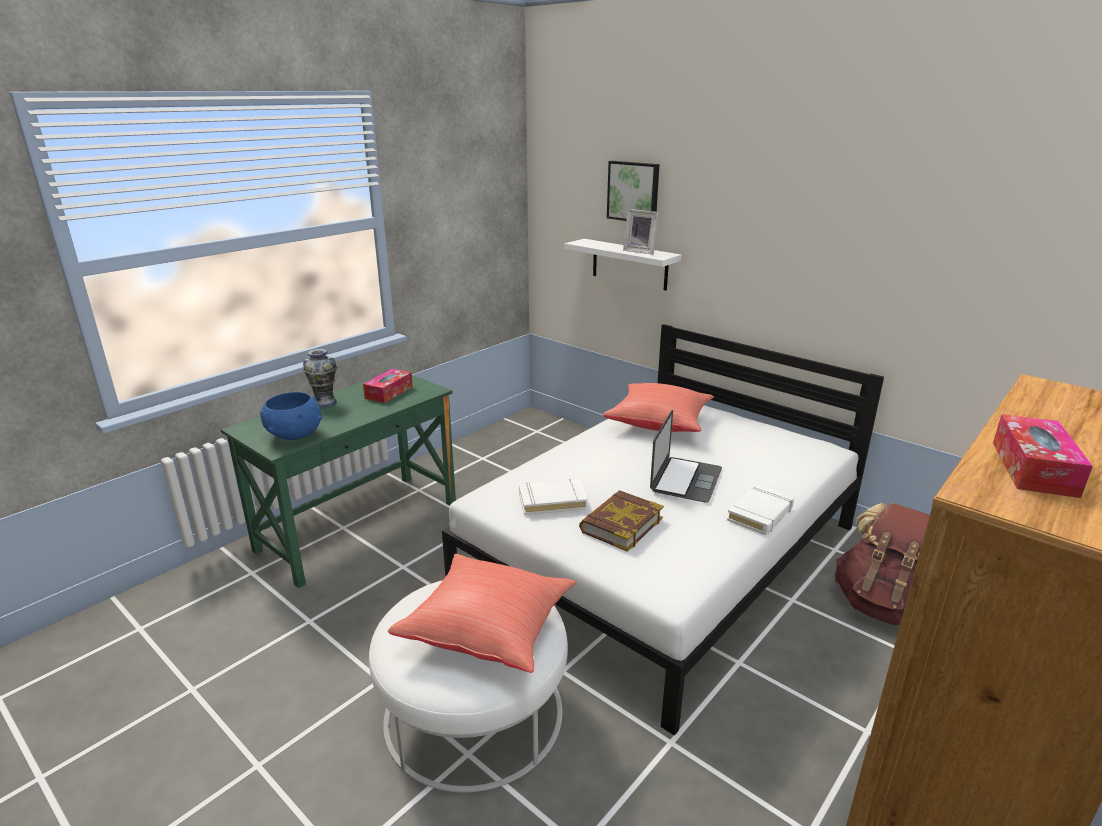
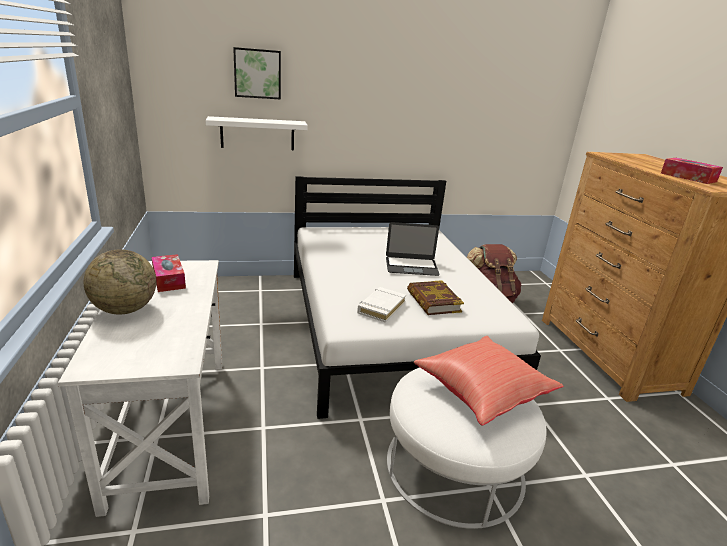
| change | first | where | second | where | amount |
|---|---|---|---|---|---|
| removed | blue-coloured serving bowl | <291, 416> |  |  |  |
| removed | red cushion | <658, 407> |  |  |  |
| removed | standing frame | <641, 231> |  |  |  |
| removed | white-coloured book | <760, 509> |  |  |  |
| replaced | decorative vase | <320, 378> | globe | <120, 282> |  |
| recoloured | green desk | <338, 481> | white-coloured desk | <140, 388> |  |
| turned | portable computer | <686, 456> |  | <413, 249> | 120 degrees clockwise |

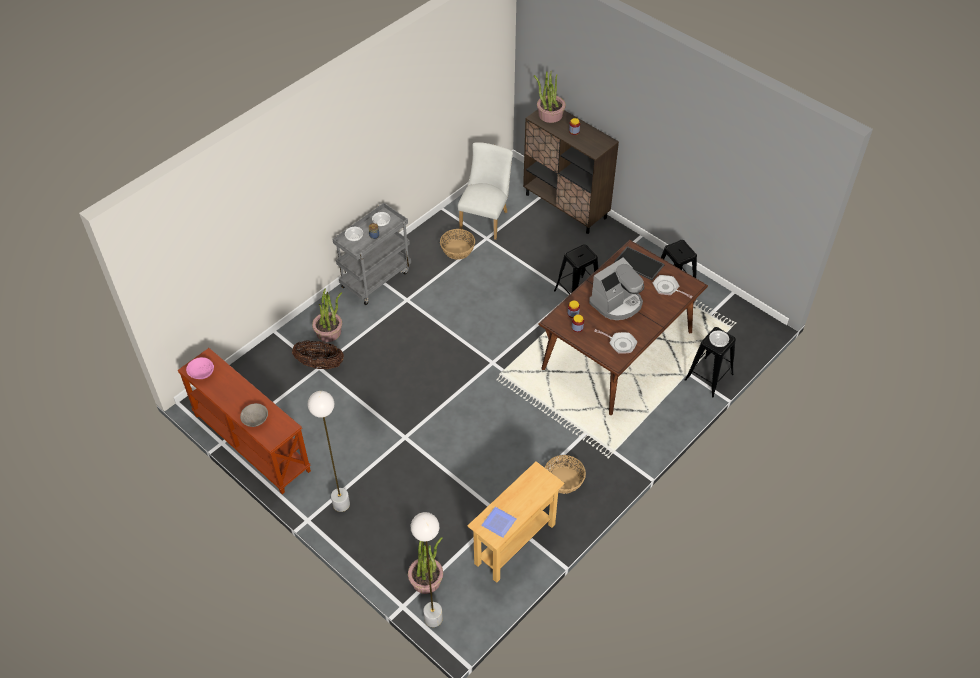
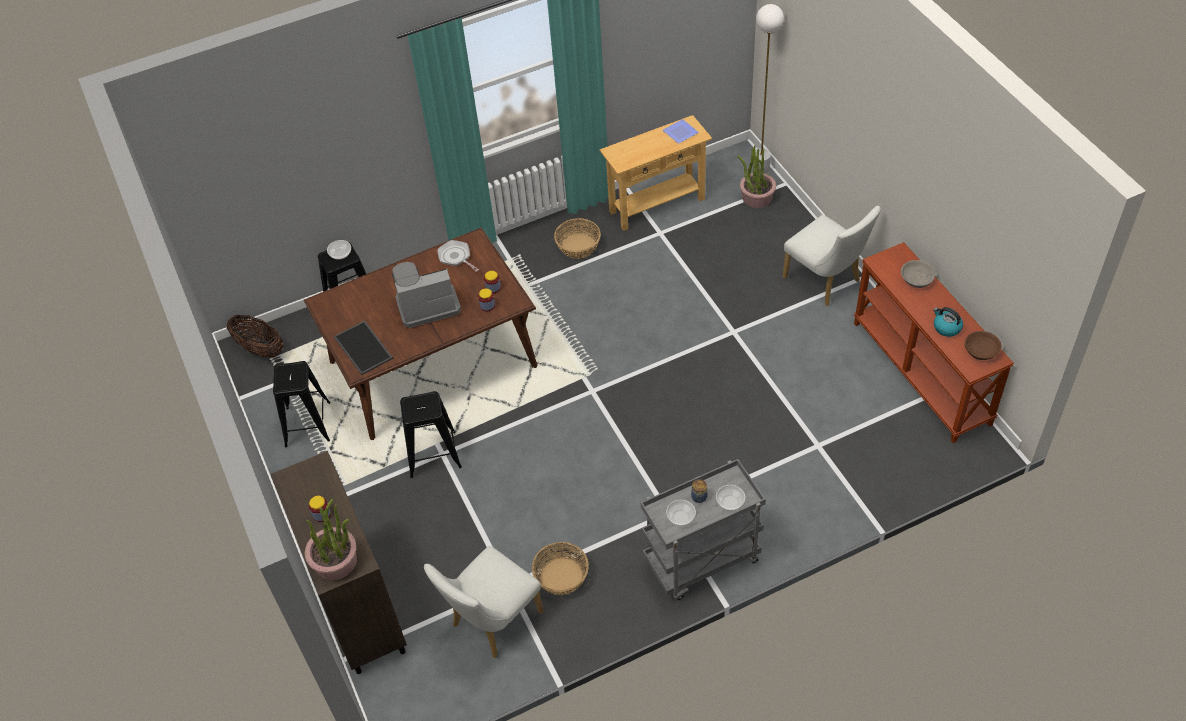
| change | first | where | second | where | amount |
|---|---|---|---|---|---|
| removed | houseplant | <327, 315> |  |  |  |
| removed | skillet | <673, 286> |  |  |  |
| added |  |  | tea kettle | <948, 322> |  |
| moved | household basket | <318, 354> |  | <255, 336> |  |
| replaced | white-coloured floor lamp | <328, 451> | white-coloured plain chair | <832, 256> |  |
| recoloured | pink serving bowl | <200, 368> | brown-coloured serving bowl | <983, 345> |  |

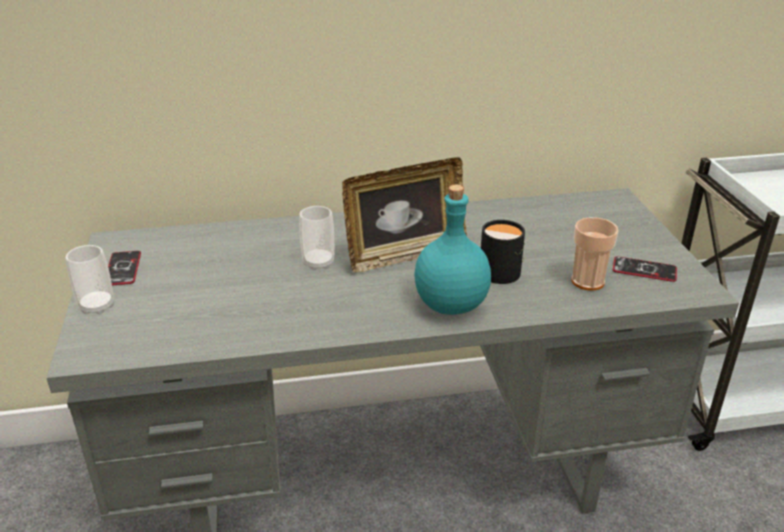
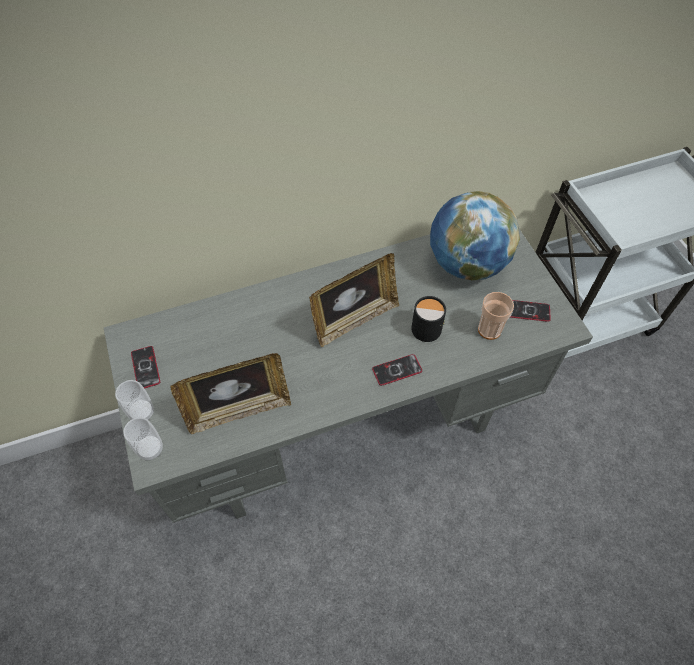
| change | first | where | second | where | amount |
|---|---|---|---|---|---|
| added |  |  | standing frame | <230, 393> |  |
| added |  |  | globe | <475, 235> |  |
| moved | drinking cup | <317, 238> |  | <143, 439> |  |
| replaced | turquoise-coloured bottle | <452, 250> | phone | <397, 370> |  |

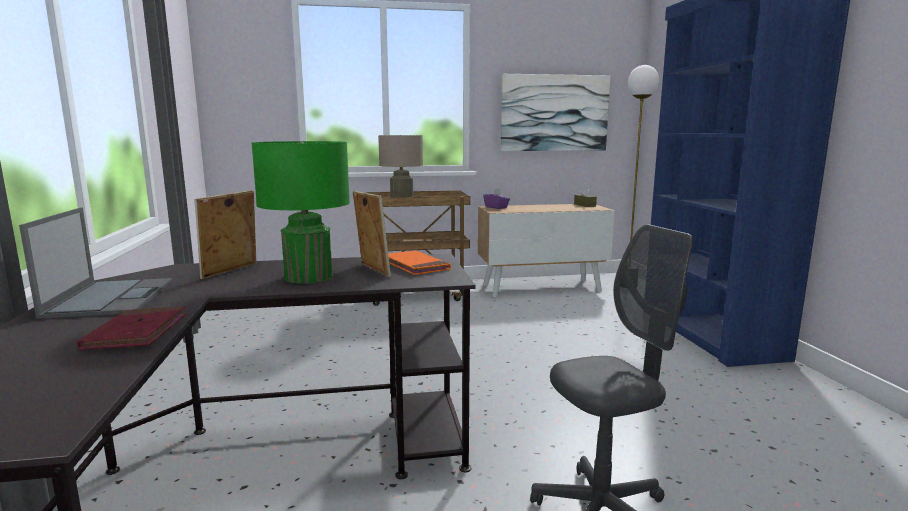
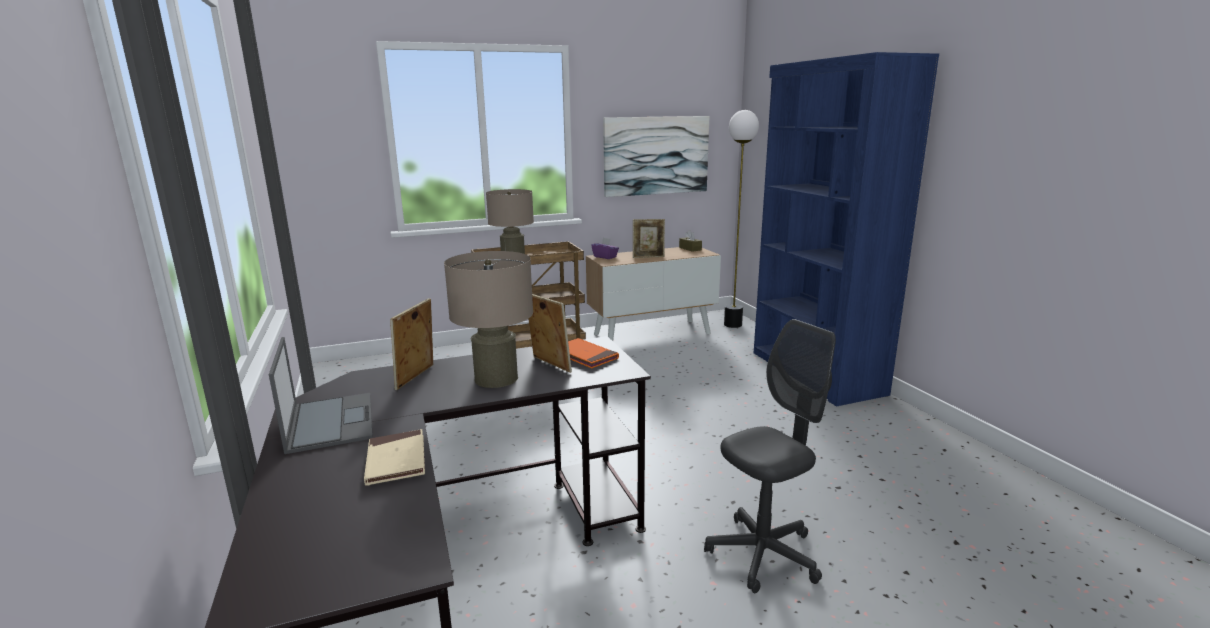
| change | first | where | second | where | amount |
|---|---|---|---|---|---|
| added |  |  | standing frame | <649, 238> |  |
| recoloured | red book | <132, 328> | beige book | <394, 457> |  |
| recoloured | green table lamp | <300, 212> | beige table lamp | <488, 319> |  |

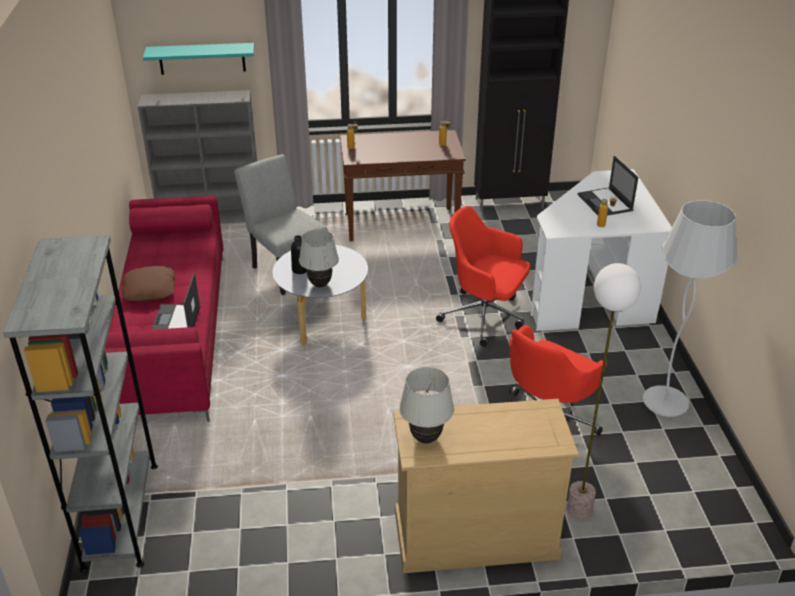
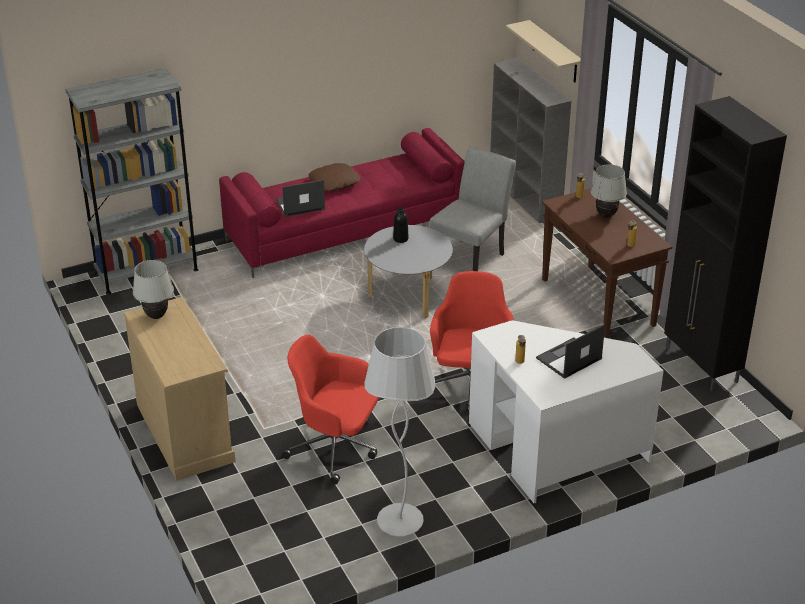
| change | first | where | second | where | amount |
|---|---|---|---|---|---|
| removed | floor lamp | <604, 391> |  |  |  |
| moved | white-coloured table lamp | <319, 258> |  | <608, 191> |  |
| recoloured | turquoise-coloured wall shelf | <198, 59> | beige wall shelf | <543, 51> |  |

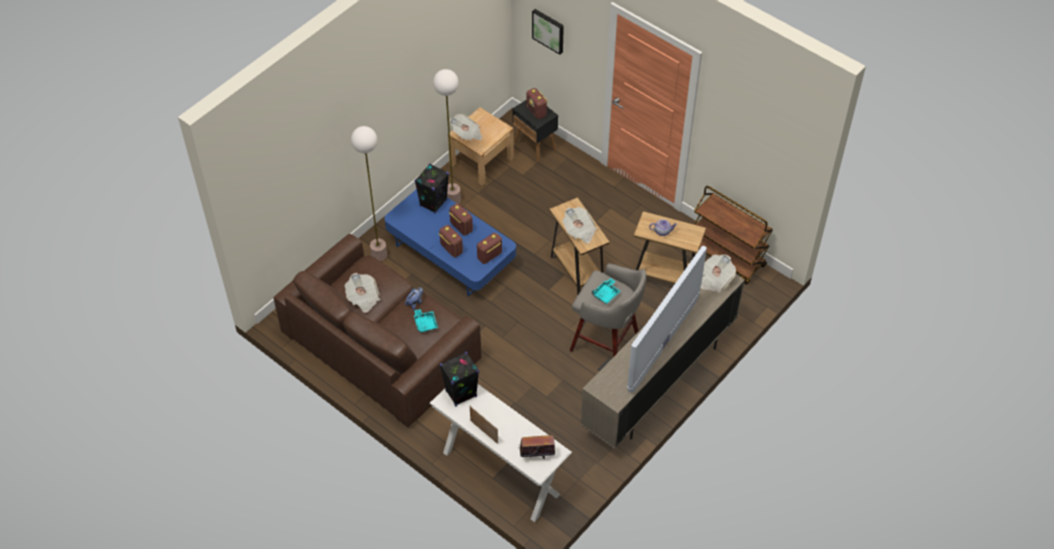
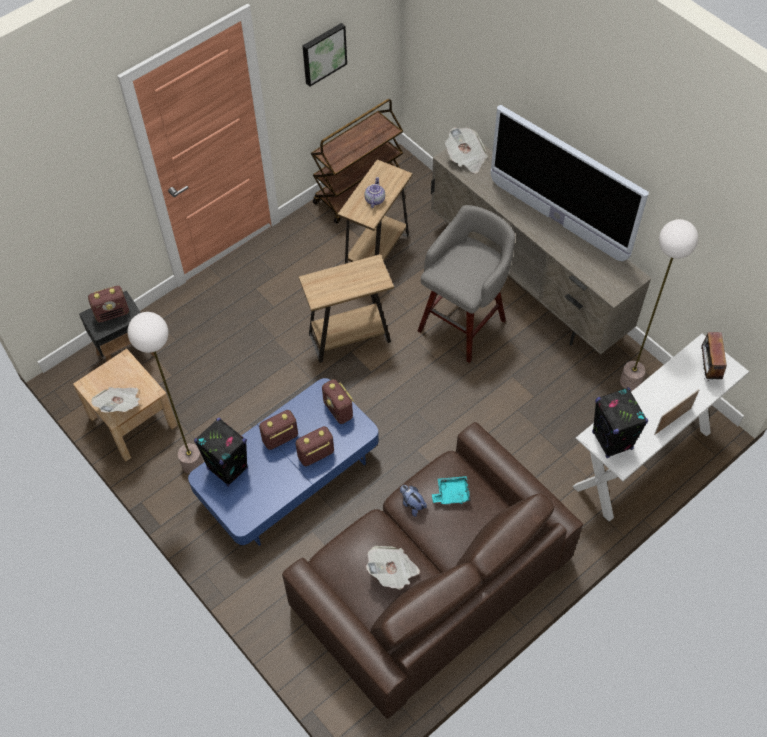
| change | first | where | second | where | amount |
|---|---|---|---|---|---|
| removed | daily paper | <580, 225> |  |  |  |
| removed | turquoise-coloured tray | <606, 291> |  |  |  |
| moved | floor lamp | <369, 193> |  | <659, 305> |  |
| moved | picture | <548, 32> |  | <325, 55> |  |

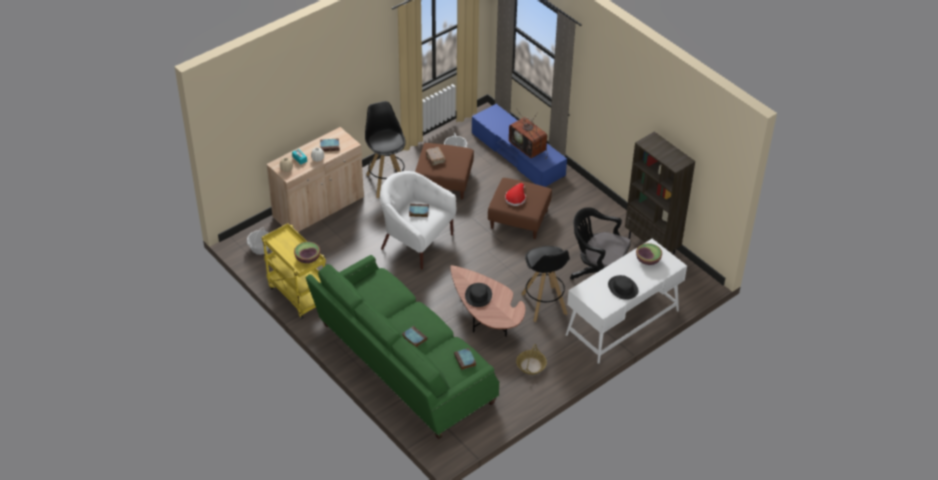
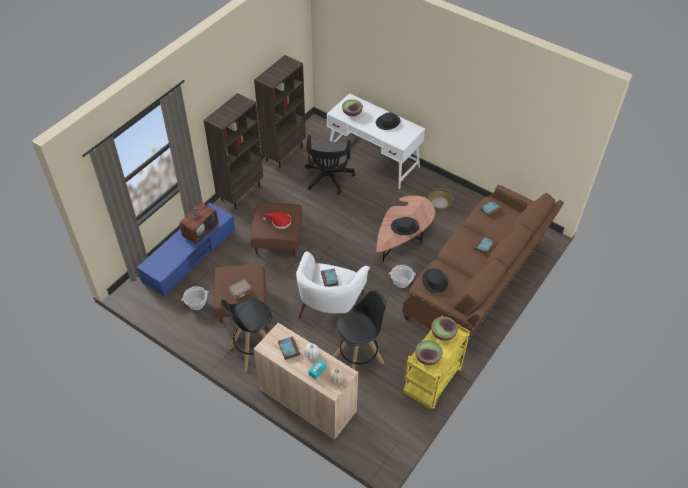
| change | first | where | second | where | amount |
|---|---|---|---|---|---|
| added |  |  | brown-coloured bookshelf | <233, 151> |  |
| added |  |  | serving bowl | <429, 352> |  |
| added |  |  | blackish hat | <435, 281> |  |
| moved | household basket | <258, 241> |  | <402, 276> |  |
| moved | blackish sitting stool | <545, 284> |  | <359, 330> |  |
| recoloured | green couch | <402, 347> | brown-coloured couch | <483, 265> |  |

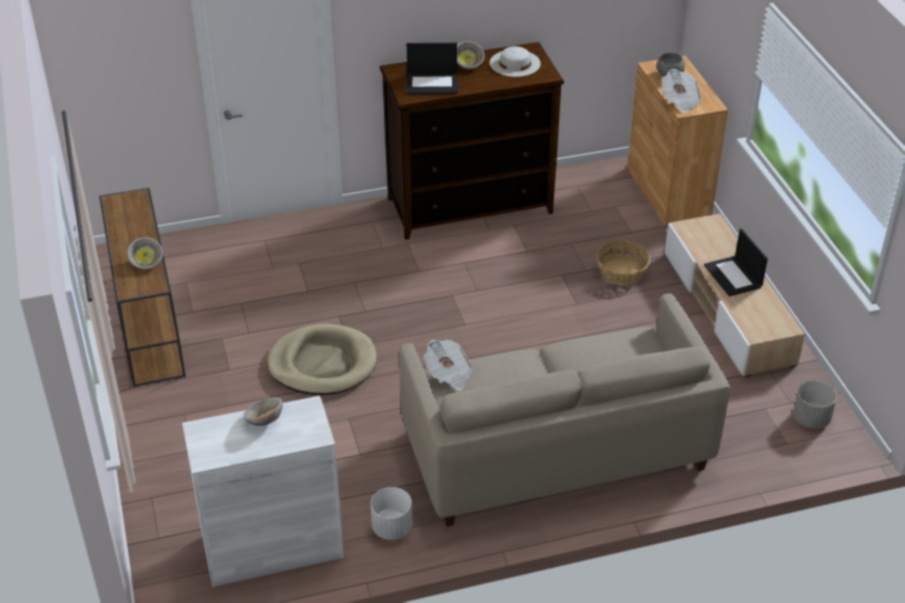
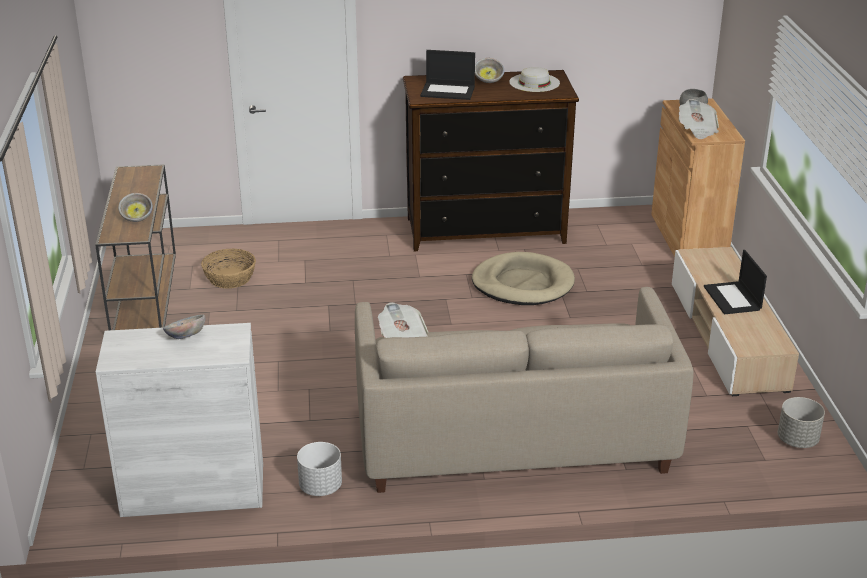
| change | first | where | second | where | amount |
|---|---|---|---|---|---|
| moved | beige pet bed | <322, 359> |  | <523, 278> |  |
| moved | household basket | <623, 262> |  | <228, 269> |  |

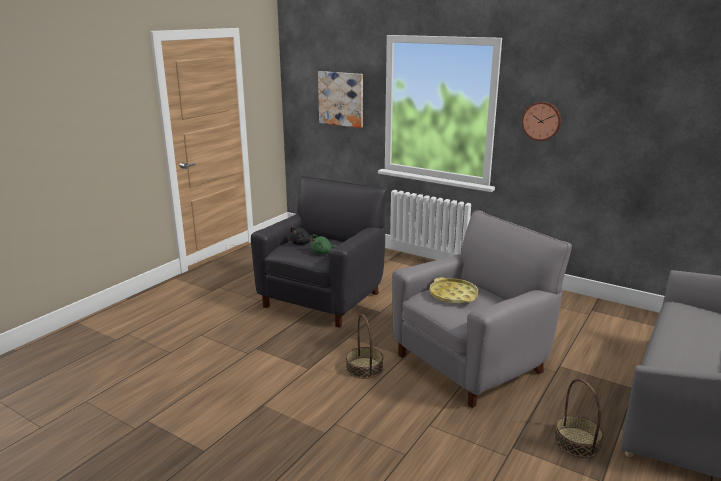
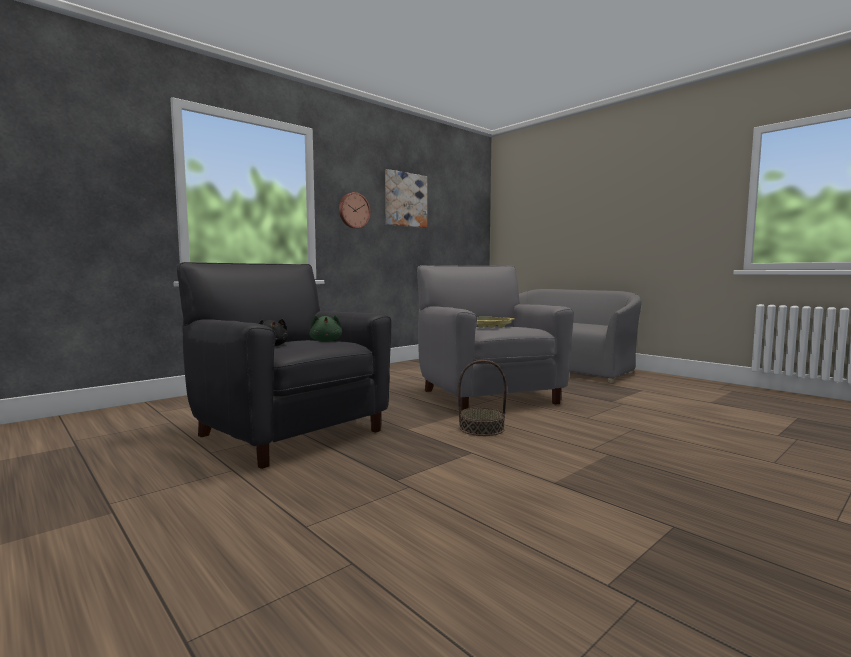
| change | first | where | second | where | amount |
|---|---|---|---|---|---|
| removed | household basket | <579, 418> |  |  |  |
| moved | picture | <340, 99> |  | <406, 198> |  |

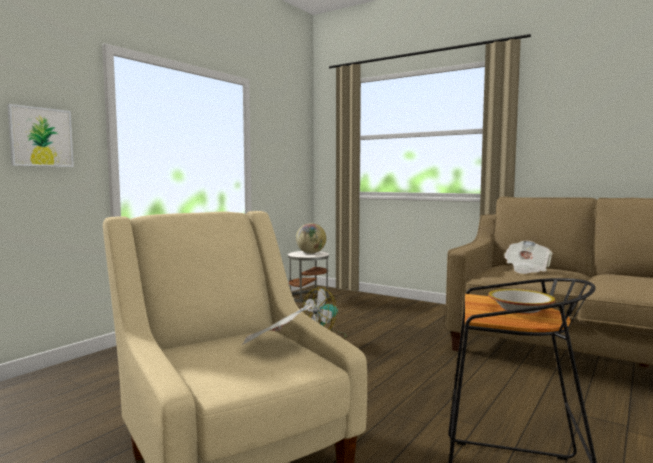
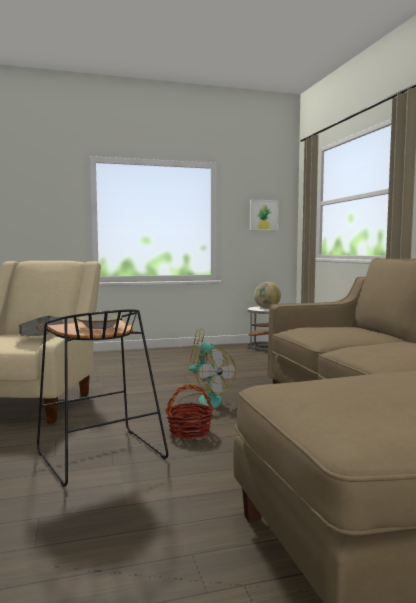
| change | first | where | second | where | amount |
|---|---|---|---|---|---|
| removed | daily paper | <528, 257> |  |  |  |
| added |  |  | household basket | <189, 411> |  |
| added |  |  | fan | <207, 378> |  |
| moved | picture | <40, 135> |  | <264, 215> |  |

